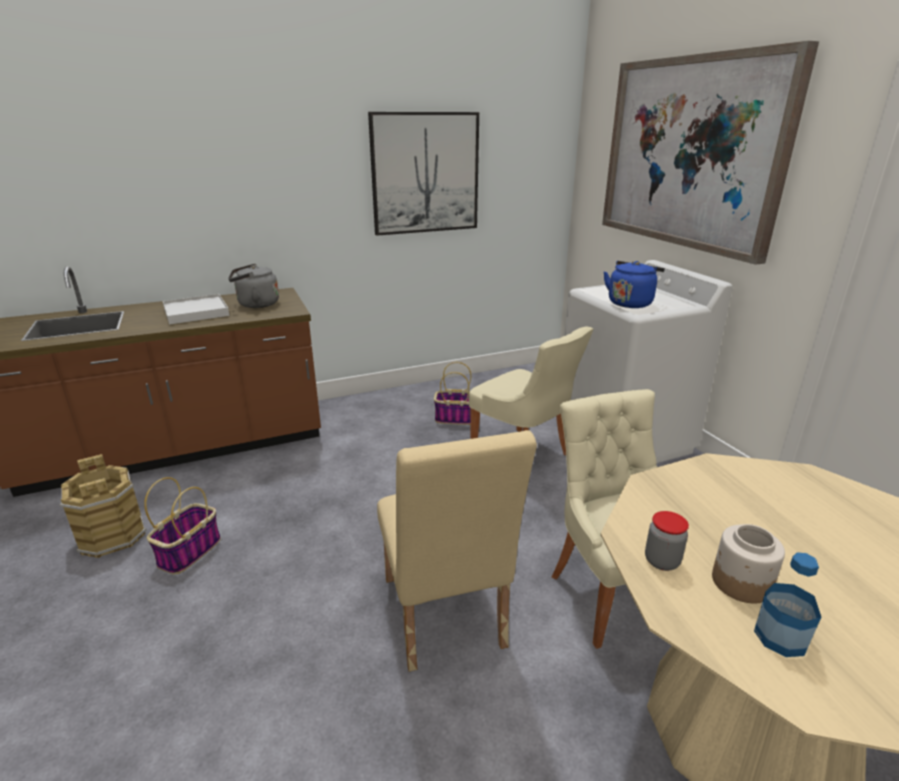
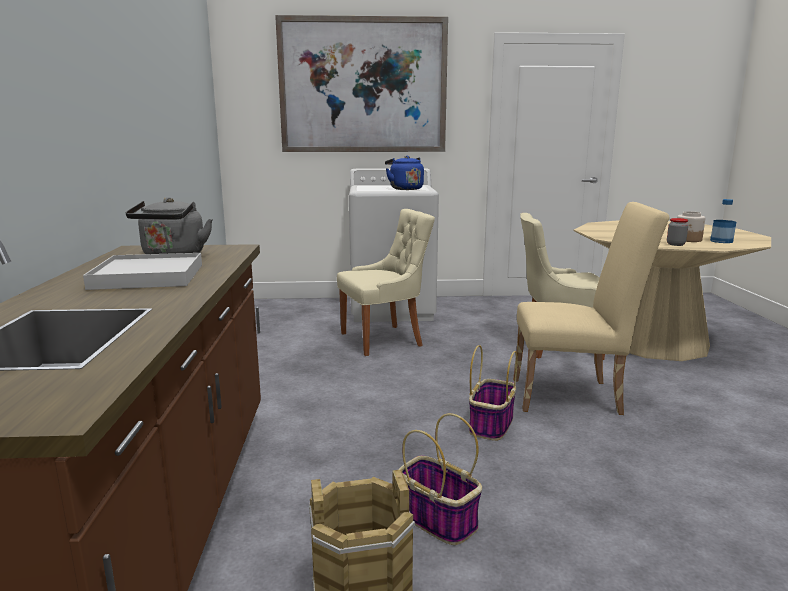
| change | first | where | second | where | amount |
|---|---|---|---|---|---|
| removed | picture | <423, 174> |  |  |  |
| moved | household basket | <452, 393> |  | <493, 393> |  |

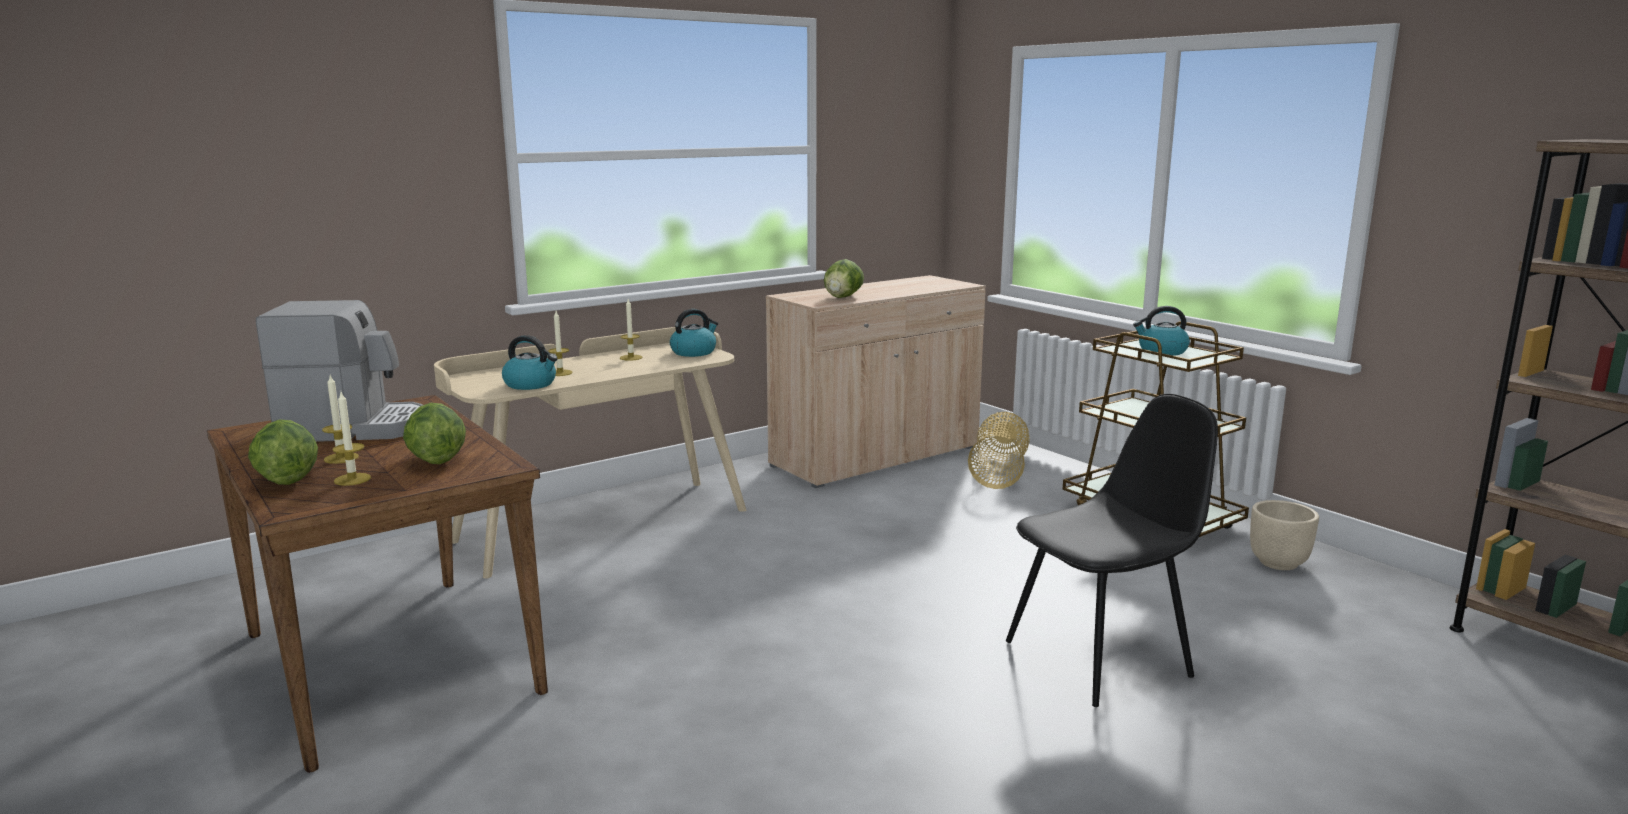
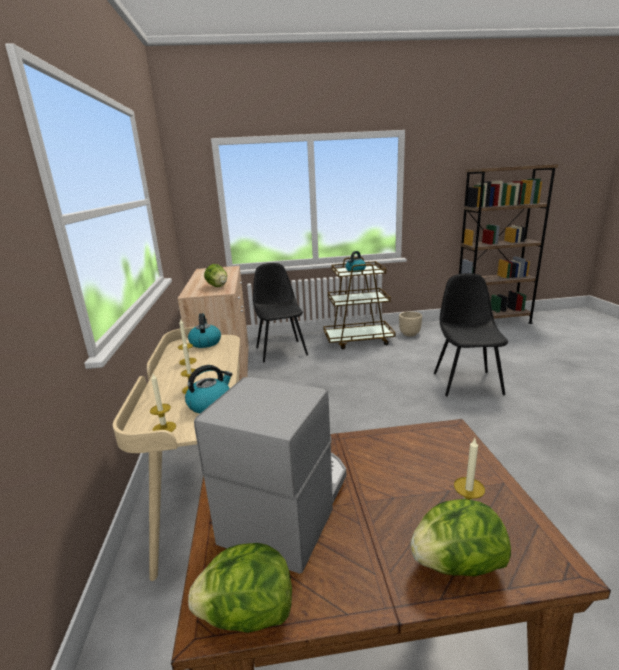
| change | first | where | second | where | amount |
|---|---|---|---|---|---|
| moved | wax light | <340, 419> |  | <163, 403> |  |
| moved | head of lettuce | <434, 433> |  | <240, 588> |  |
| replaced | household basket | <999, 450> | blackish plain chair | <280, 312> |  |

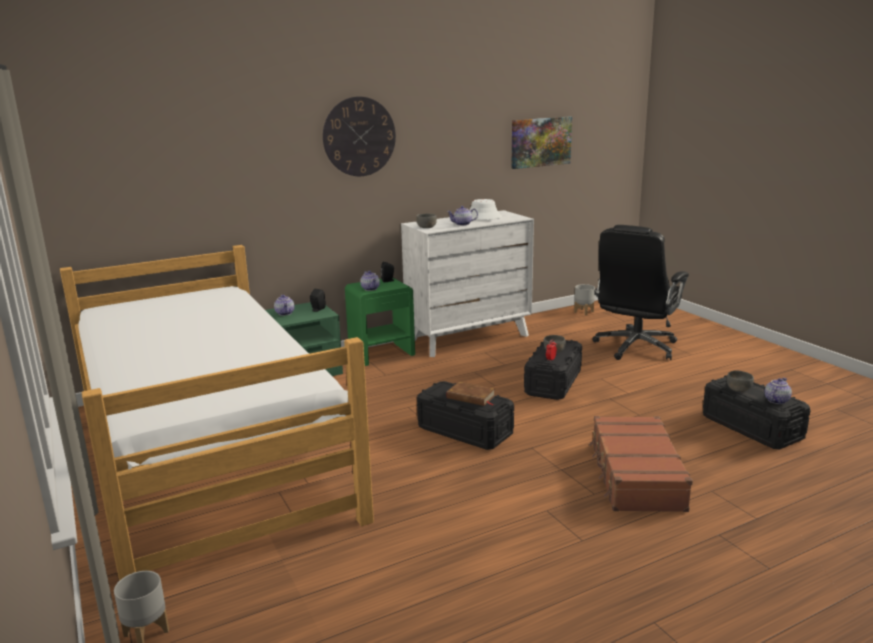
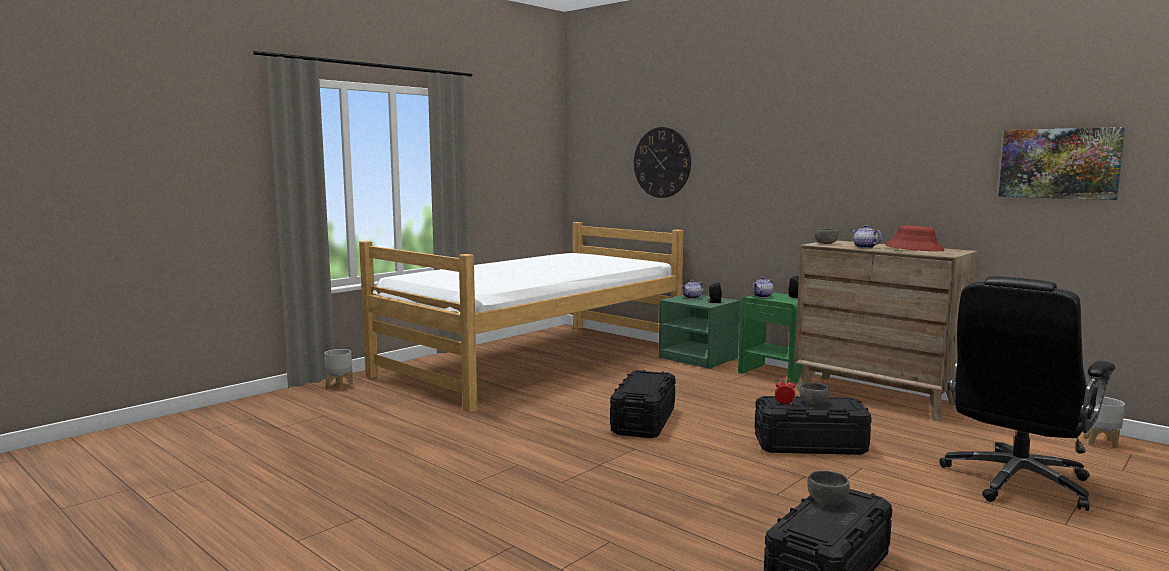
| change | first | where | second | where | amount |
|---|---|---|---|---|---|
| removed | brown-coloured book | <471, 393> |  |  |  |
| removed | brown-coloured suitcase | <641, 464> |  |  |  |
| removed | pot for tea | <778, 391> |  |  |  |
| moved | wall clock | <359, 136> |  | <662, 162> |  |
| recoloured | white-coloured chest of drawers | <467, 283> | brown-coloured chest of drawers | <886, 330> |  |
| recoloured | white-coloured hat | <485, 209> | red hat | <914, 238> |  |
| turned | blackish office chair | <641, 292> |  | <1027, 393> | 60 degrees counterclockwise |

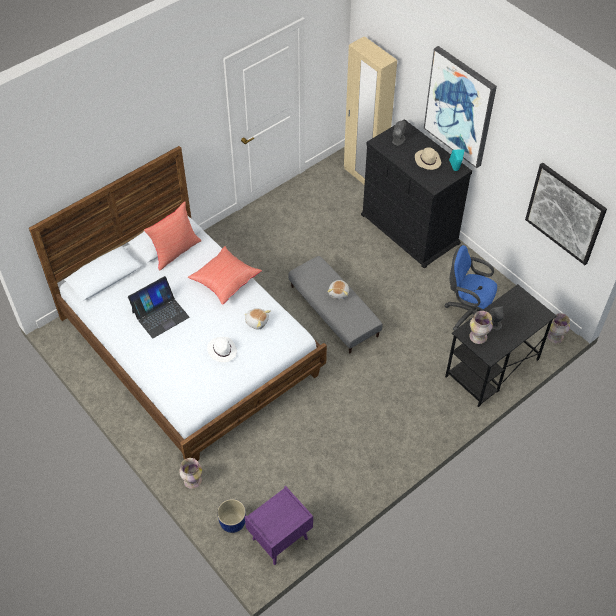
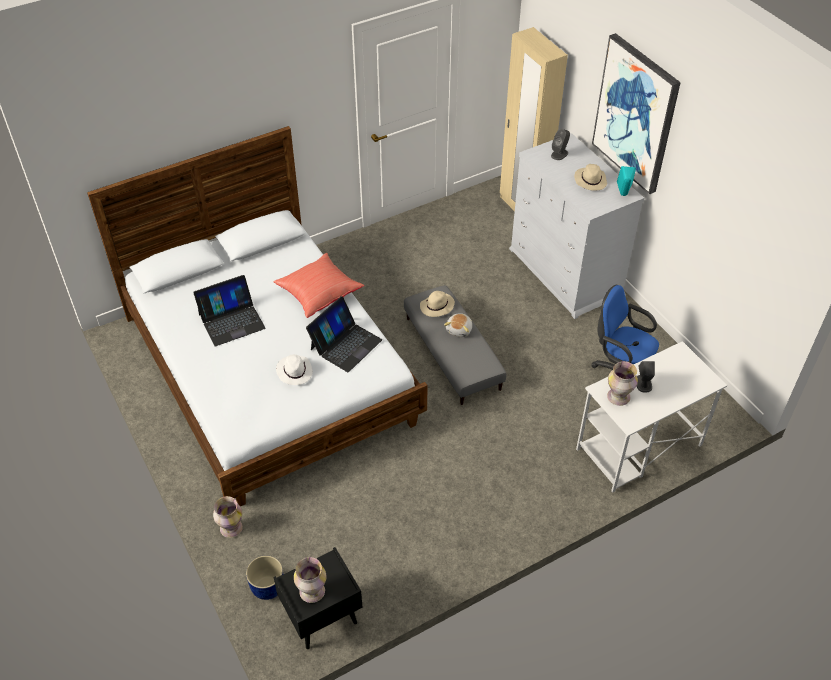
| change | first | where | second | where | amount |
|---|---|---|---|---|---|
| removed | red cushion | <173, 236> |  |  |  |
| removed | picture | <566, 213> |  |  |  |
| added |  |  | beige hat | <437, 304> |  |
| moved | decorative vase | <558, 328> |  | <310, 580> |  |
| replaced | cuddly toy | <257, 319> | portable computer | <344, 334> |  |
| recoloured | purple bedside table | <279, 525> | blackish bedside table | <317, 598> |  |
| recoloured | blackish chest of drawers | <416, 194> | white-coloured chest of drawers | <576, 226> |  |
| recoloured | blackish desk | <501, 345> | white-coloured desk | <651, 417> |  |

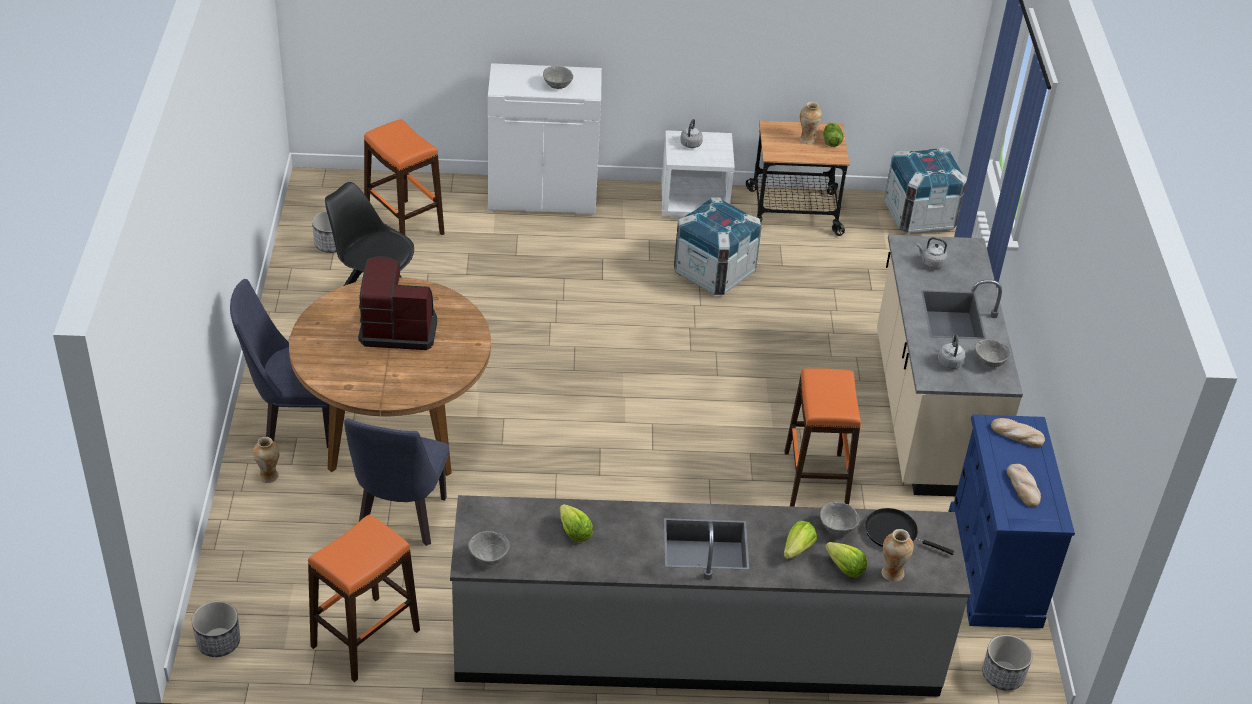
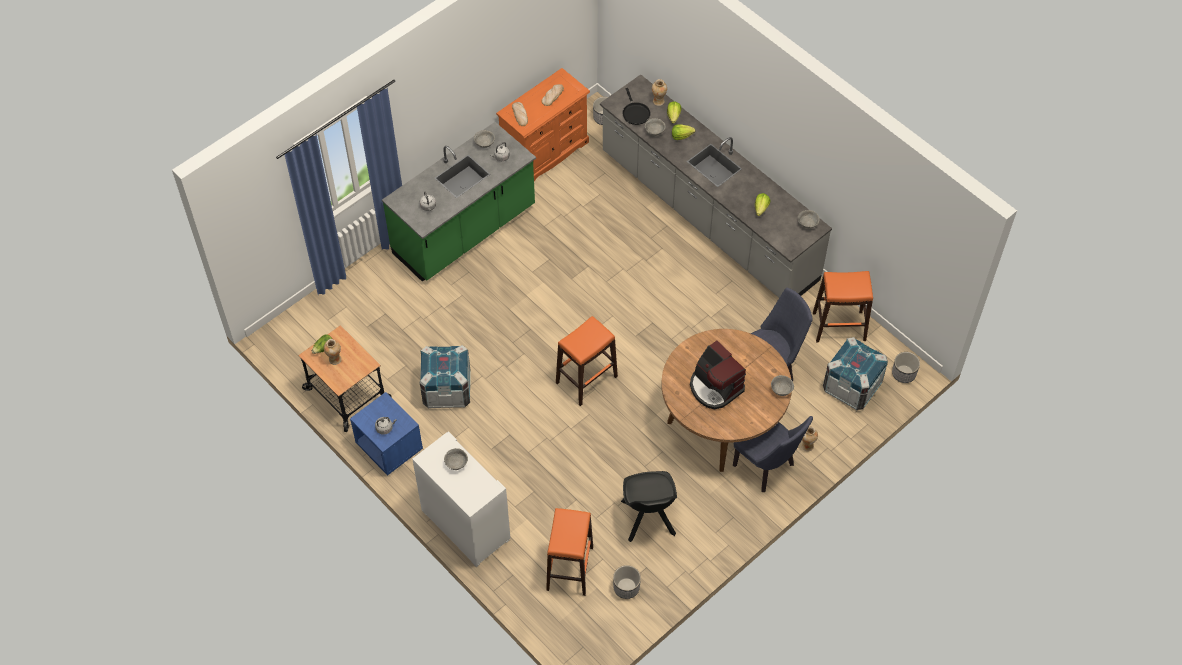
| change | first | where | second | where | amount |
|---|---|---|---|---|---|
| added |  |  | gray serving bowl | <782, 385> |  |
| moved | orangey sitting stool | <822, 437> |  | <587, 361> |  |
| moved | crate | <925, 191> |  | <855, 373> |  |
| recoloured | white-coloured bedside table | <698, 173> | blue-coloured bedside table | <386, 434> |  |
| recoloured | beige kitchen counter | <950, 365> | green kitchen counter | <459, 202> |  |
| recoloured | blue-coloured chest of drawers | <1011, 521> | orangey chest of drawers | <543, 124> |  |

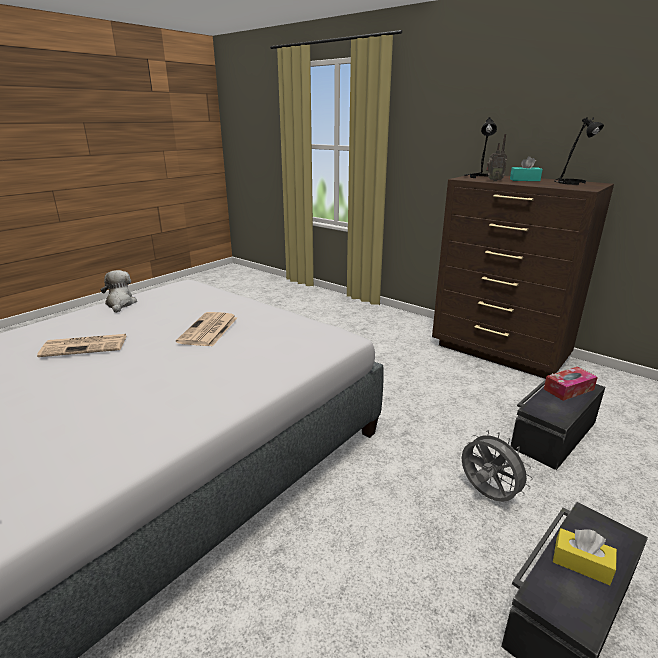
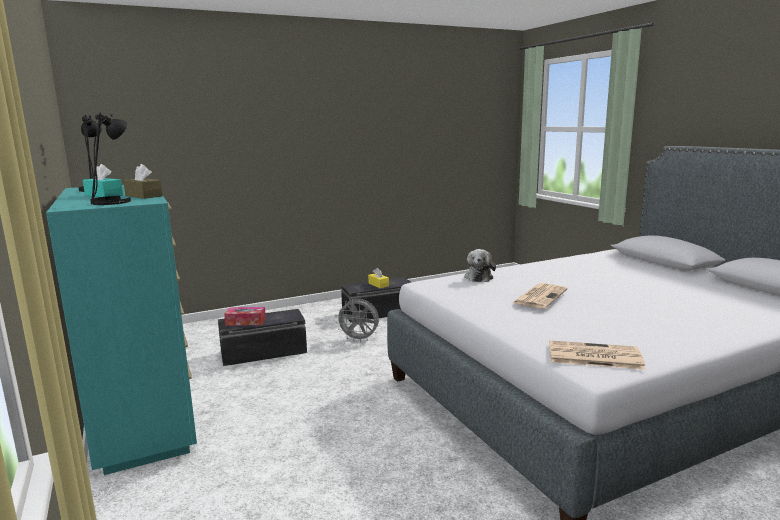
| change | first | where | second | where | amount |
|---|---|---|---|---|---|
| moved | daily paper | <82, 345> |  | <597, 355> |  |
| moved | cuddly toy | <119, 291> |  | <480, 265> |  |
| replaced | radio receiver | <496, 158> | brown-coloured tissue holder | <143, 181> |  |
| recoloured | brown-coloured chest of drawers | <523, 277> | turquoise-coloured chest of drawers | <121, 330> |  |
| turned | gray fan | <497, 466> |  | <357, 320> | 60 degrees counterclockwise |

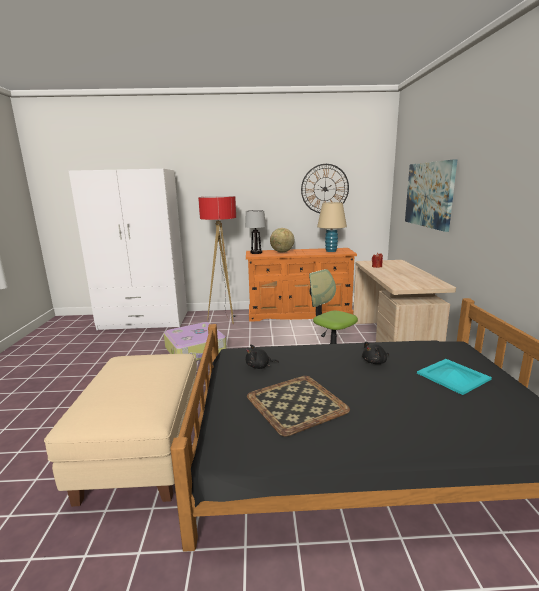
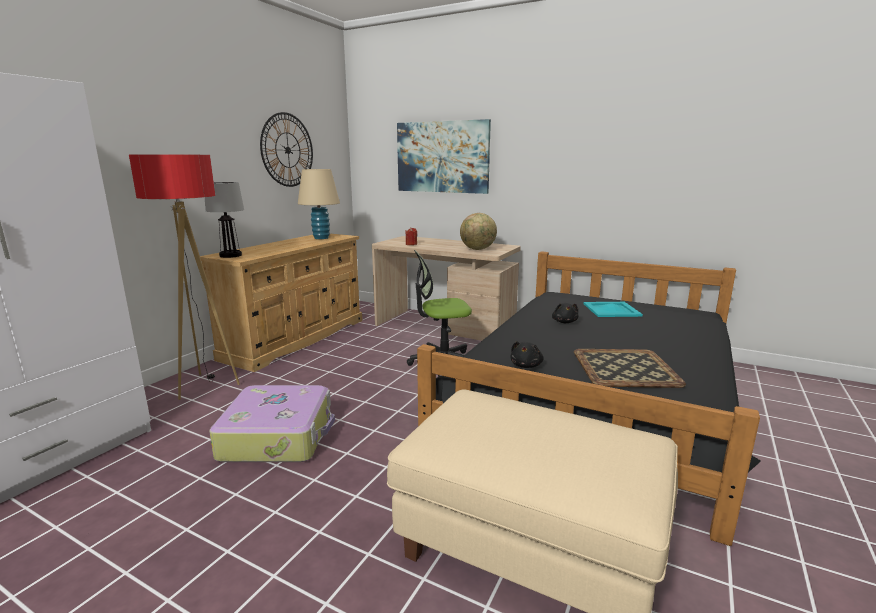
| change | first | where | second | where | amount |
|---|---|---|---|---|---|
| moved | globe | <282, 240> |  | <478, 231> |  |
| recoloured | orangey chest of drawers | <301, 285> | beige chest of drawers | <281, 303> |  |

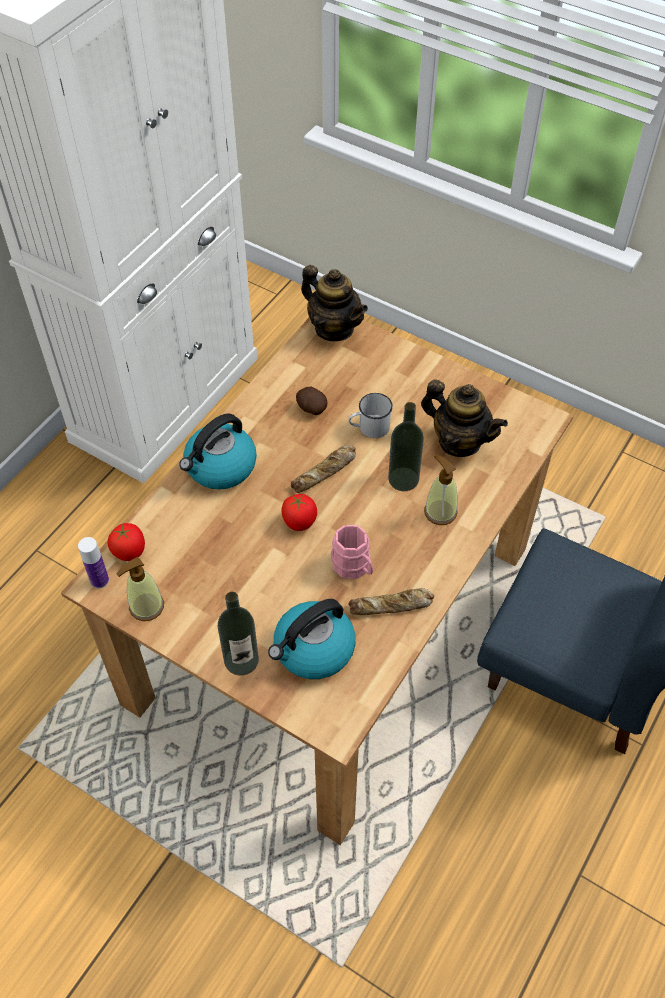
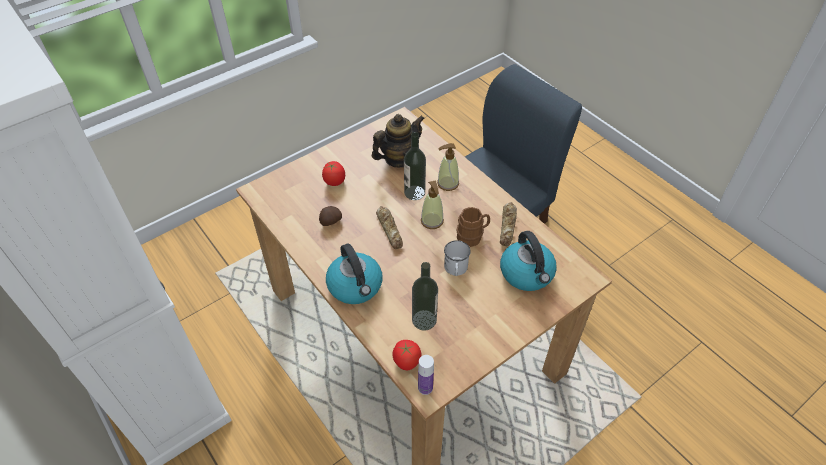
| change | first | where | second | where | amount |
|---|---|---|---|---|---|
| removed | pot for tea | <334, 303> |  |  |  |
| moved | soap dispenser | <140, 589> |  | <432, 204> |  |
| moved | bottle | <238, 634> |  | <425, 296> |  |
| moved | tomato | <299, 512> |  | <333, 173> |  |
| moved | white-coloured coffee mug | <370, 415> |  | <457, 258> |  |
| recoloured | pink coffee mug | <352, 552> | brown-coloured coffee mug | <473, 227> |  |

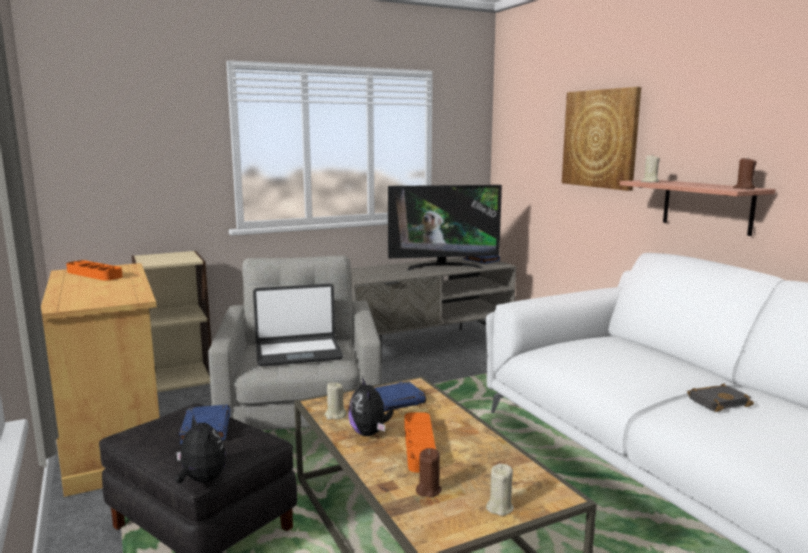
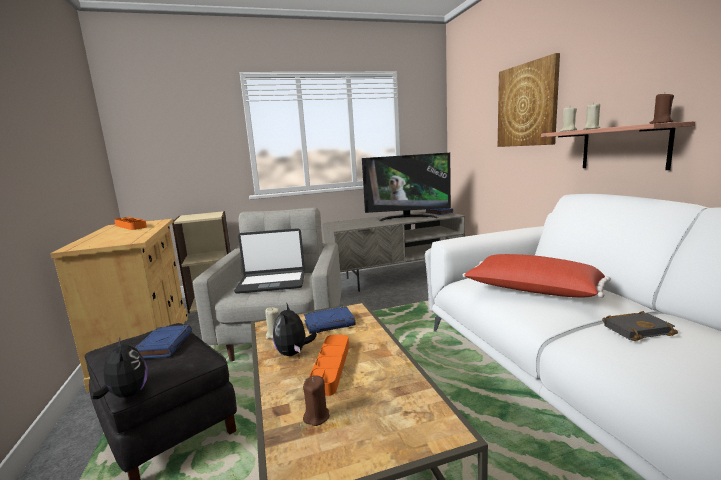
| change | first | where | second | where | amount |
|---|---|---|---|---|---|
| added |  |  | red cushion | <537, 276> |  |
| moved | beige wax light | <500, 490> |  | <591, 115> |  |

